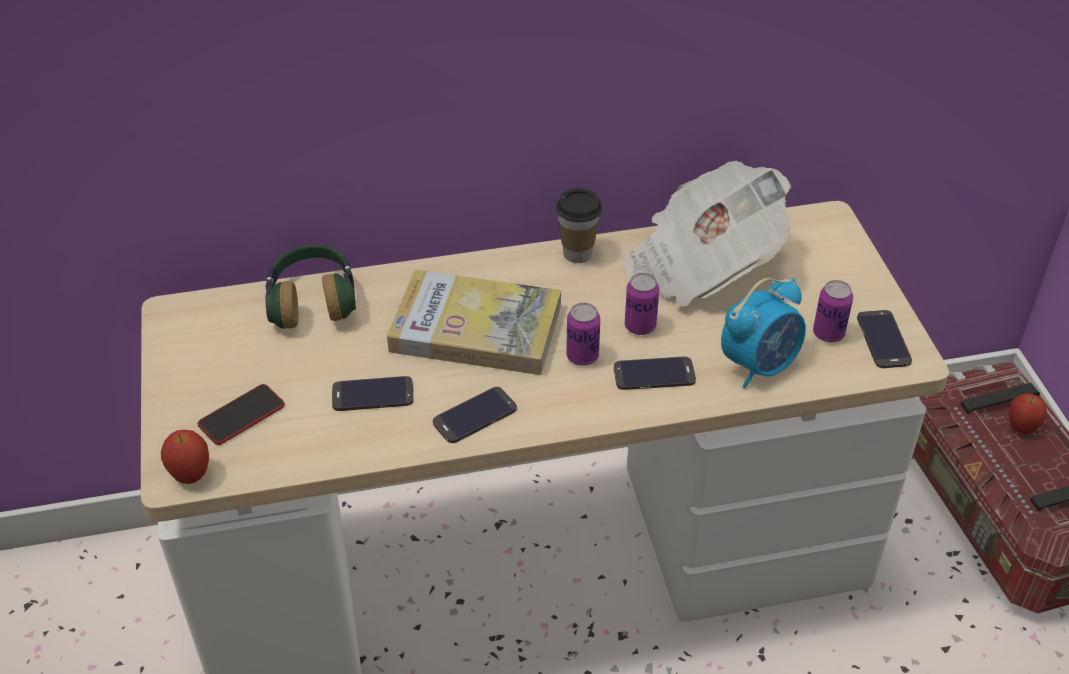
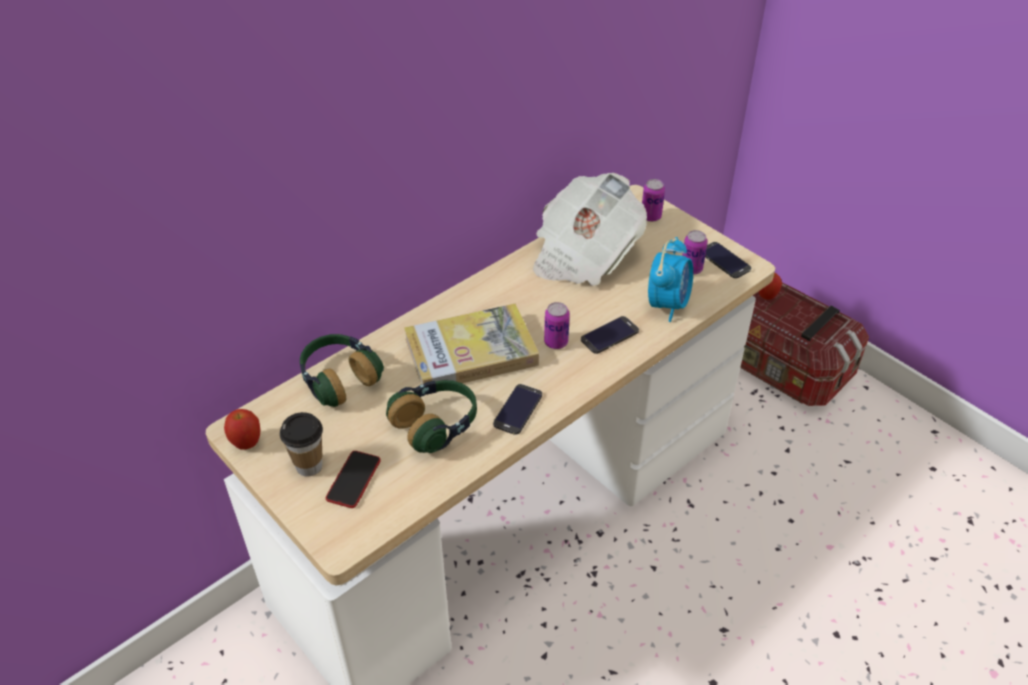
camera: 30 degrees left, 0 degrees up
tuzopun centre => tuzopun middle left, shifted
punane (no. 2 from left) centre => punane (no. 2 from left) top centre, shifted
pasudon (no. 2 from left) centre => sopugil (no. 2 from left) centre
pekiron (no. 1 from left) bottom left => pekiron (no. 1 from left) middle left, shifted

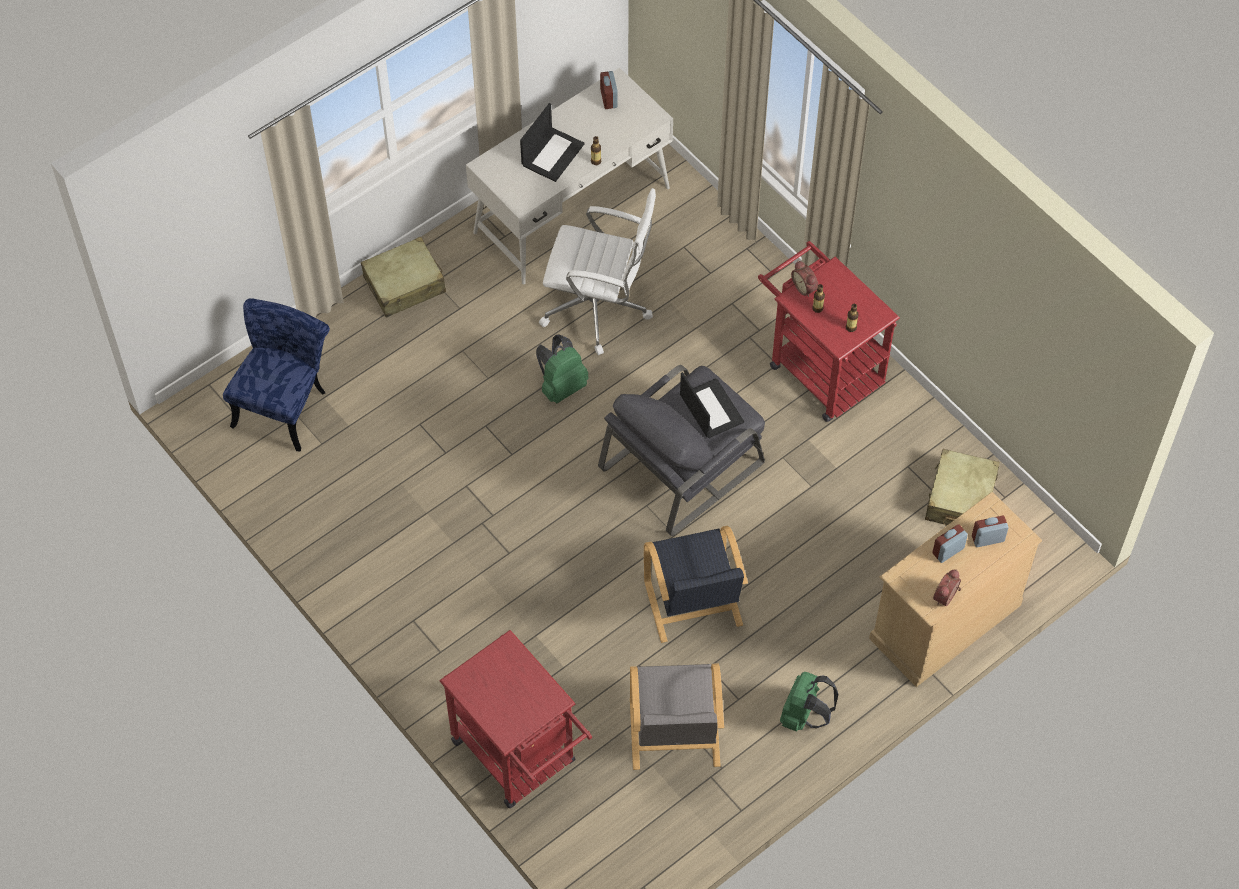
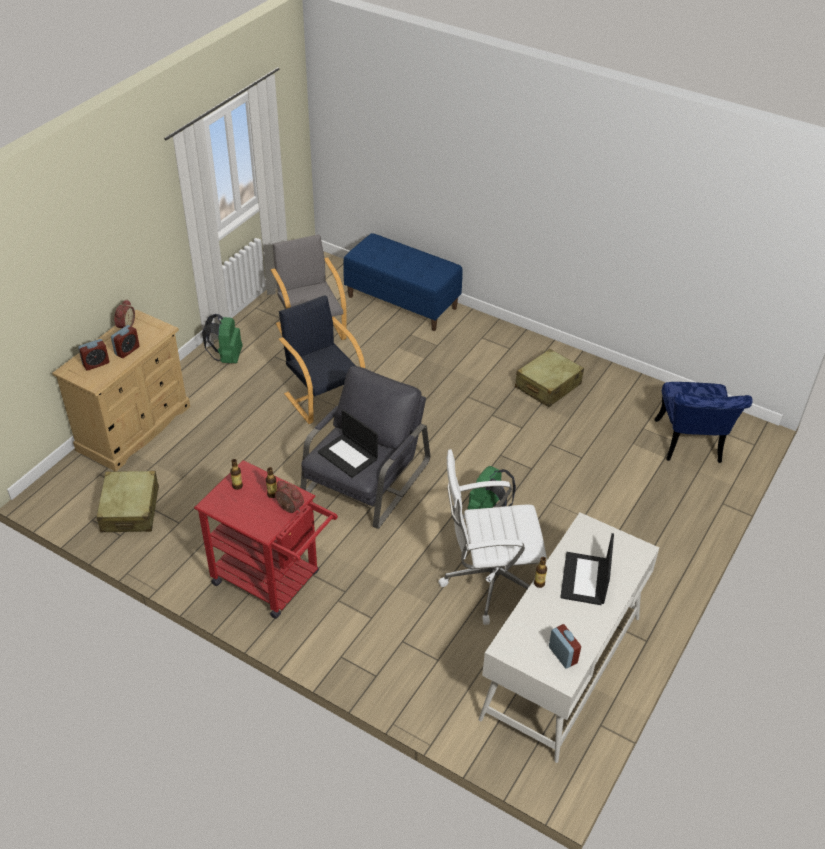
camera: 160 degrees right, 15 degrees down
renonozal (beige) (no. 1 from left in the first image) top left => renonozal (beige) (no. 2 from left) centre, shifted
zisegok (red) (no. 1 from left) bottom centre => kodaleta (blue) top centre

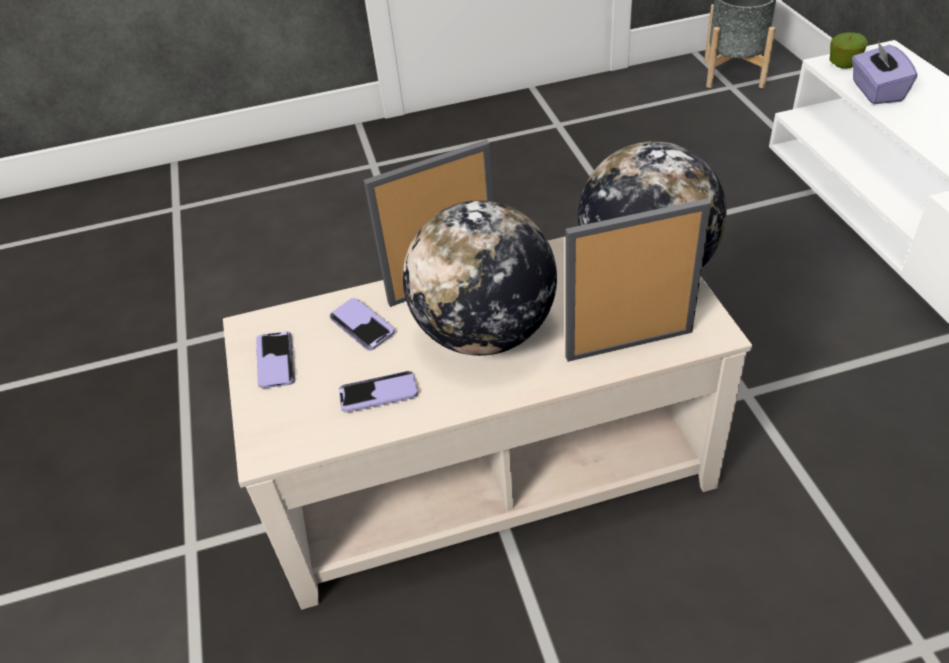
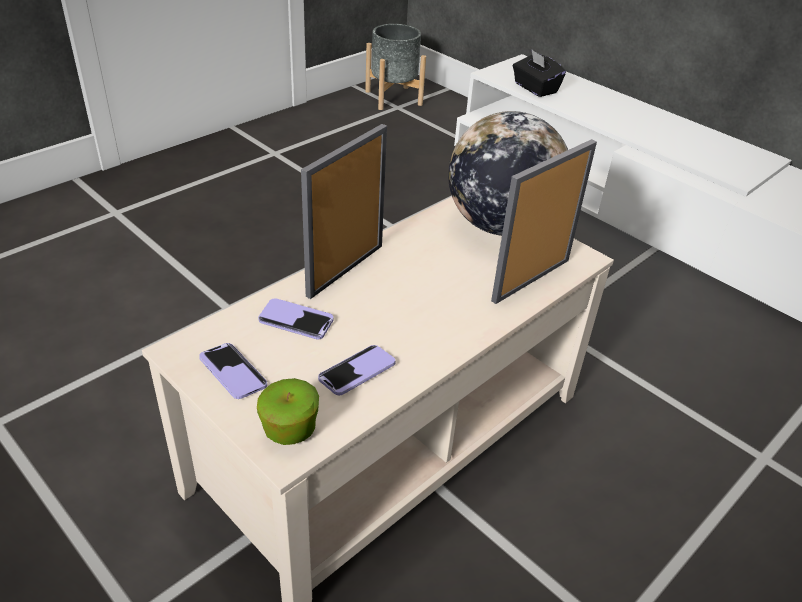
camera: 35 degrees left, 5 degrees down
pekiron top right => pekiron bottom centre, shifted
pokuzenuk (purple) top right => pokuzenuk (black) top right
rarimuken (no. 1 from left) centre => nothing

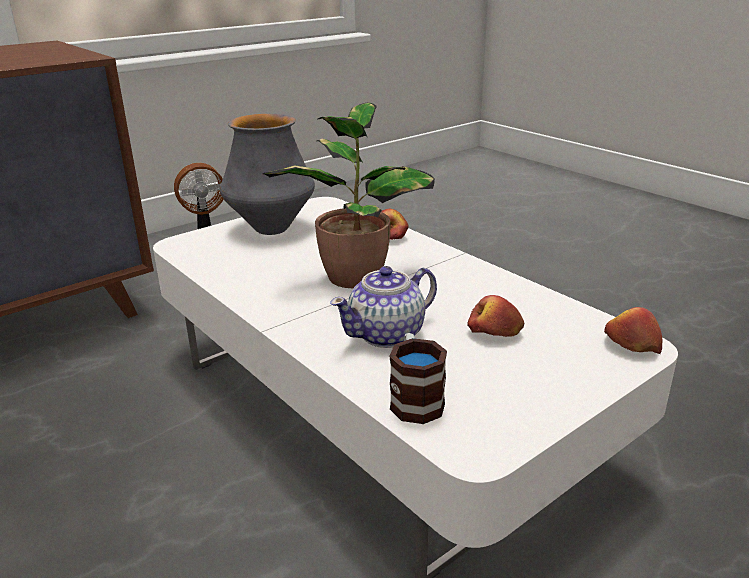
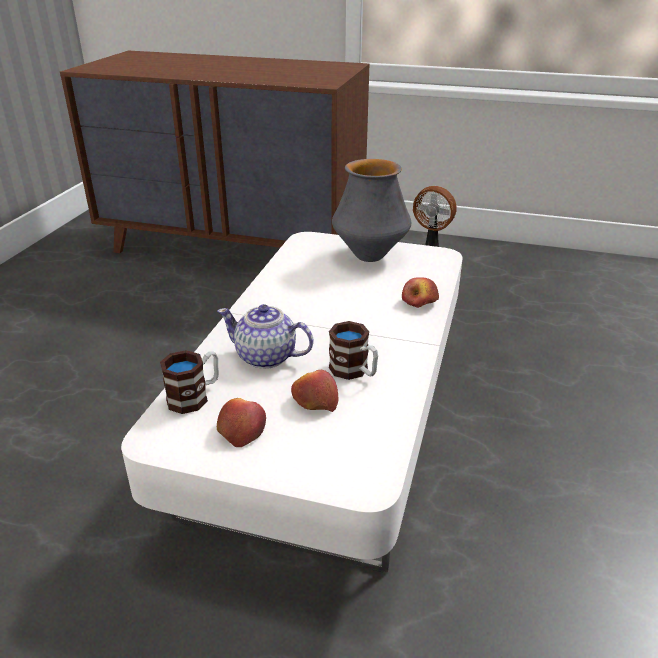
camera: 55 degrees right, 5 degrees up
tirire centre => nothing
pekiron (no. 3 from left in the first image) middle right => pekiron (no. 1 from left) centre, shifted
nothing => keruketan (no. 2 from left) centre

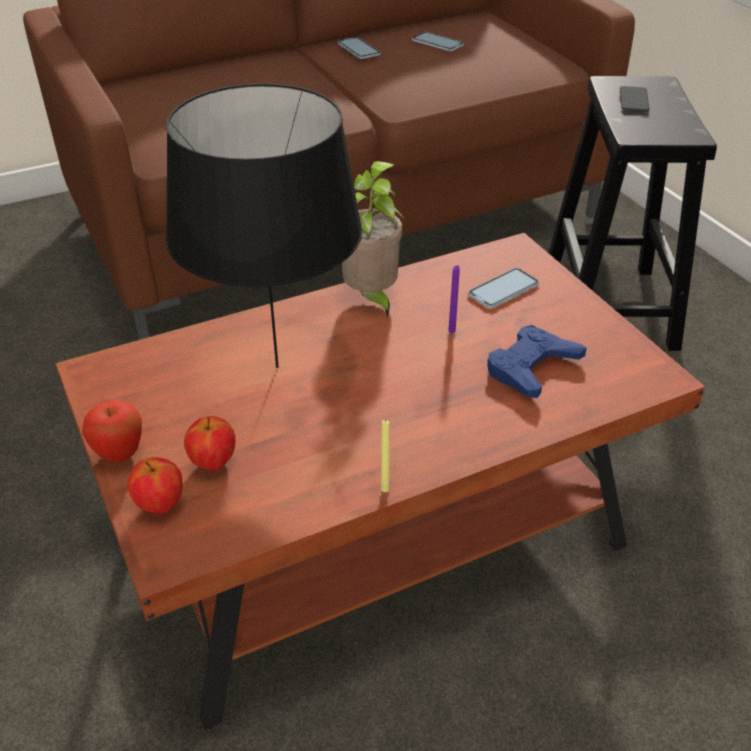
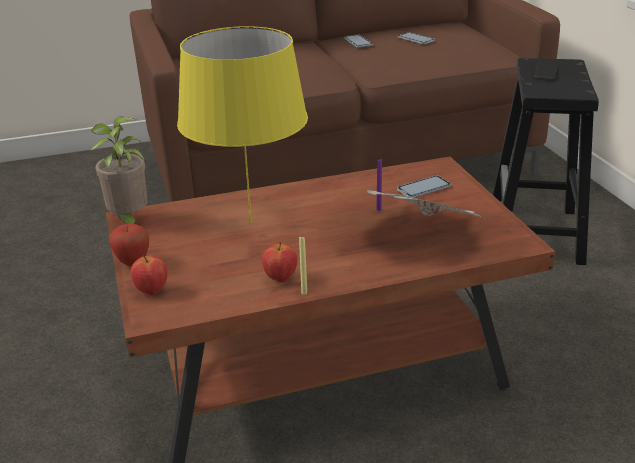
camera: 10 degrees right, 10 degrees down
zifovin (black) top centre => zifovin (yellow) top centre
tirire top centre => tirire middle left, shifted
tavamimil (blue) middle right => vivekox middle right
pekiron (no. 3 from left) middle left => pekiron (no. 3 from left) centre, shifted

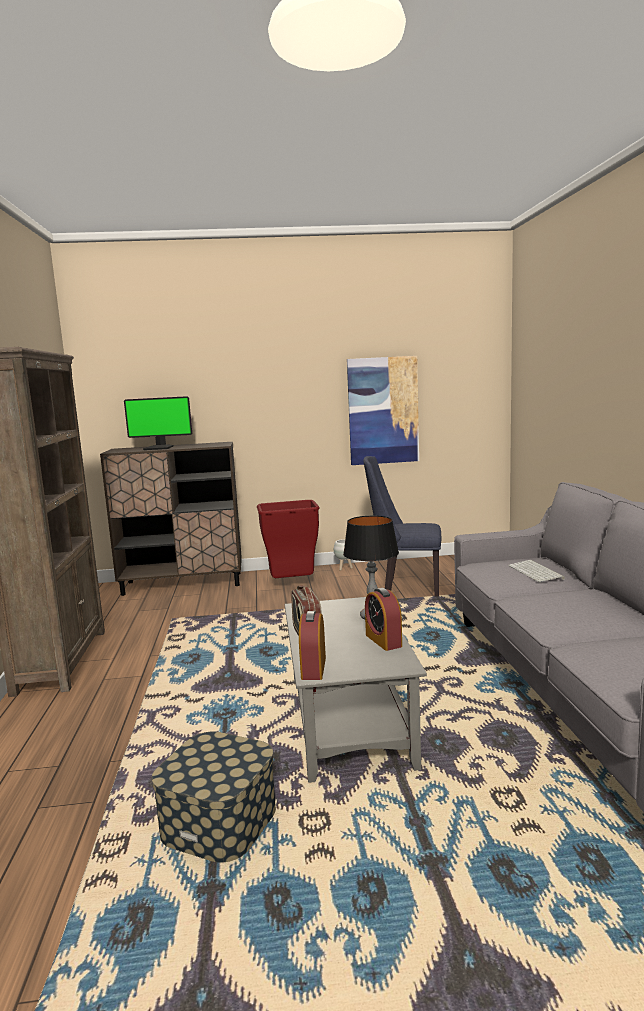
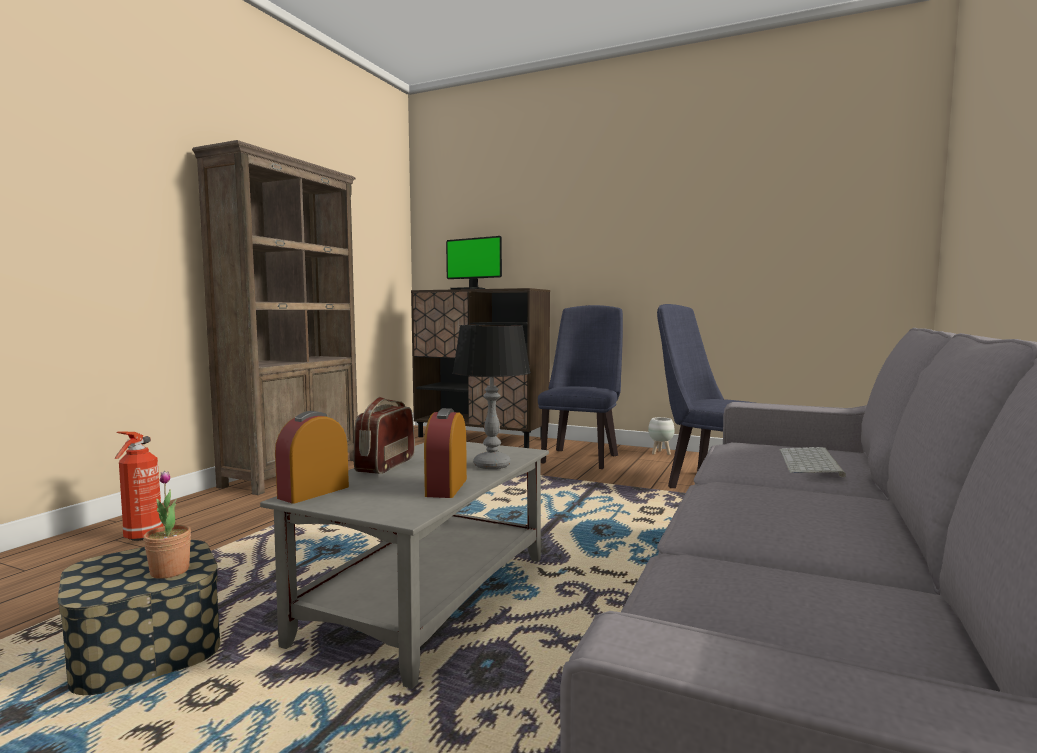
camera: 30 degrees right, 5 degrees down
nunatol centre => nothing
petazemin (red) centre => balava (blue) (no. 1 from left) centre
nothing => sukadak middle left
nothing => tirire bottom left

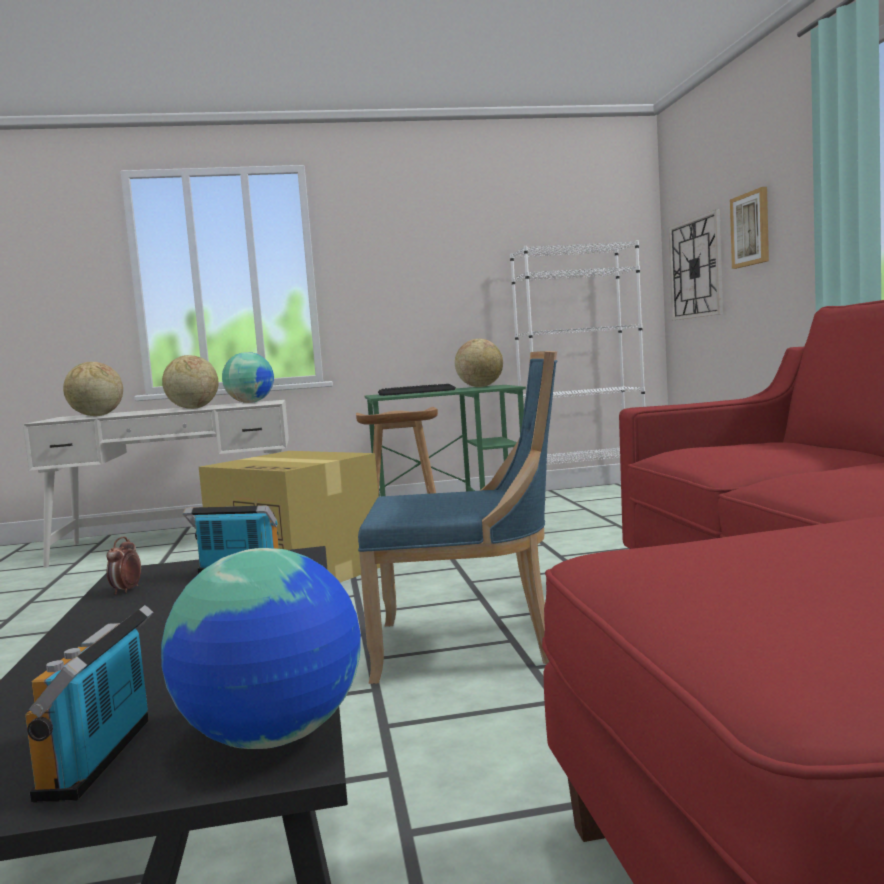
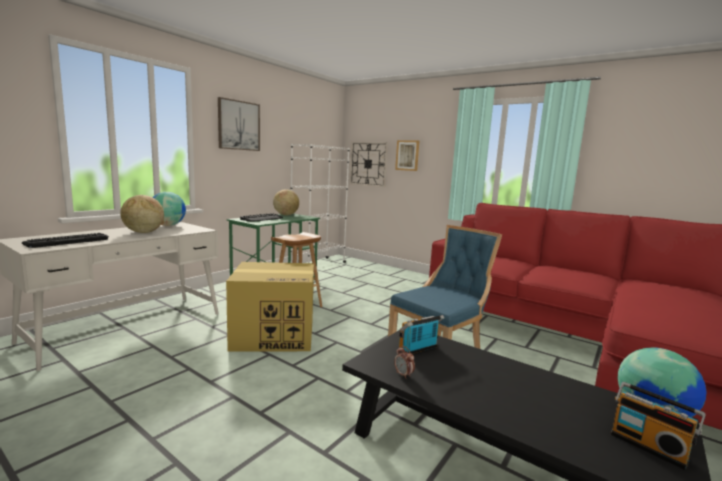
camera: 45 degrees left, 5 degrees up
rarimuken (no. 1 from left) middle left => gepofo (no. 1 from left) middle left
nothing => nunatol (no. 1 from left) top left

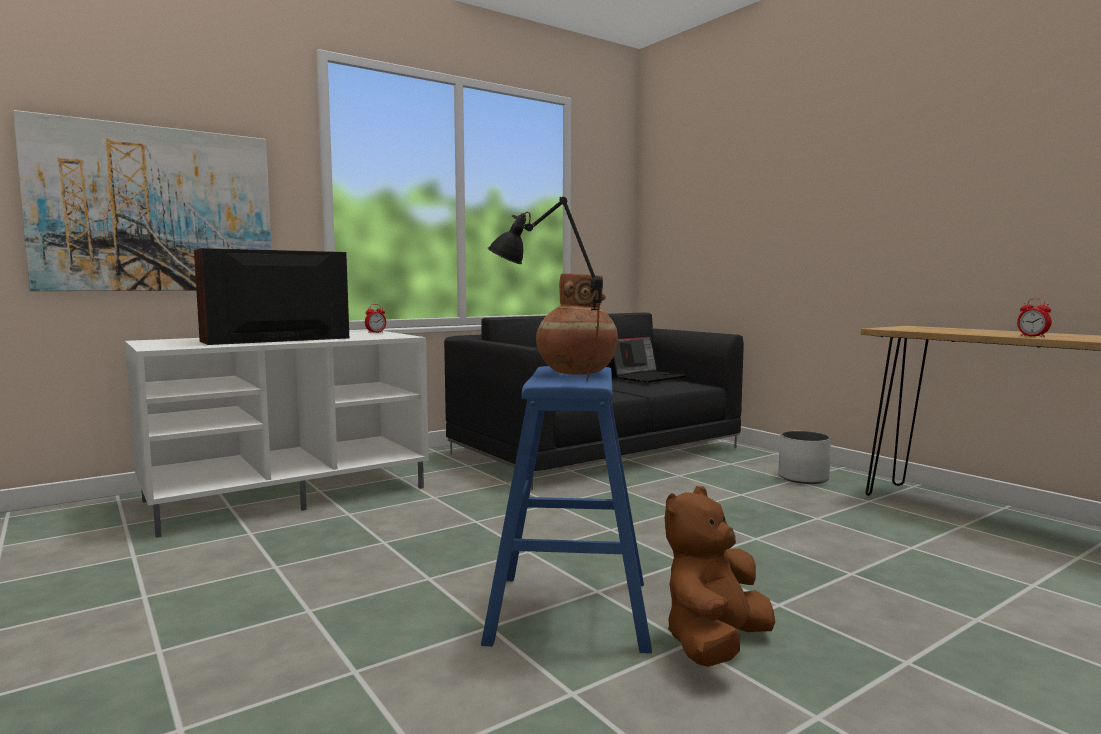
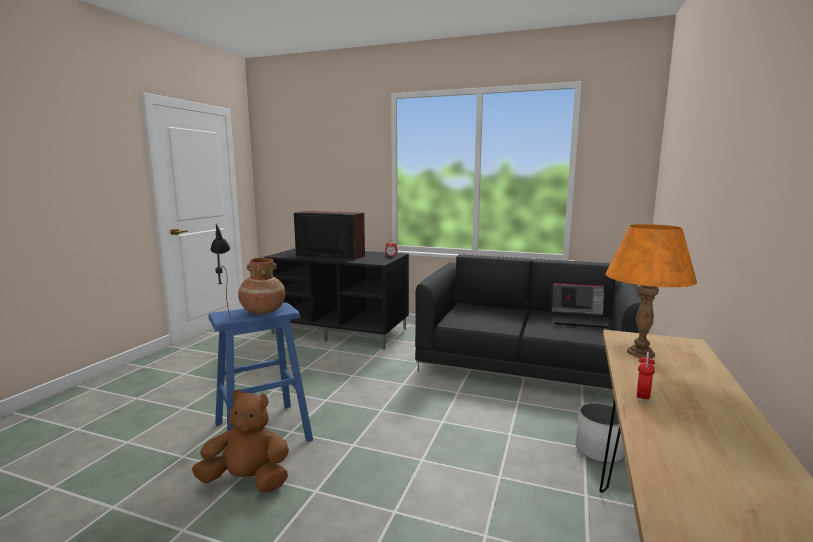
camera: 55 degrees right, 5 degrees up
nunatol top left => nothing
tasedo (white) middle left => tasedo (black) centre
nothing => zifovin (orange) middle right

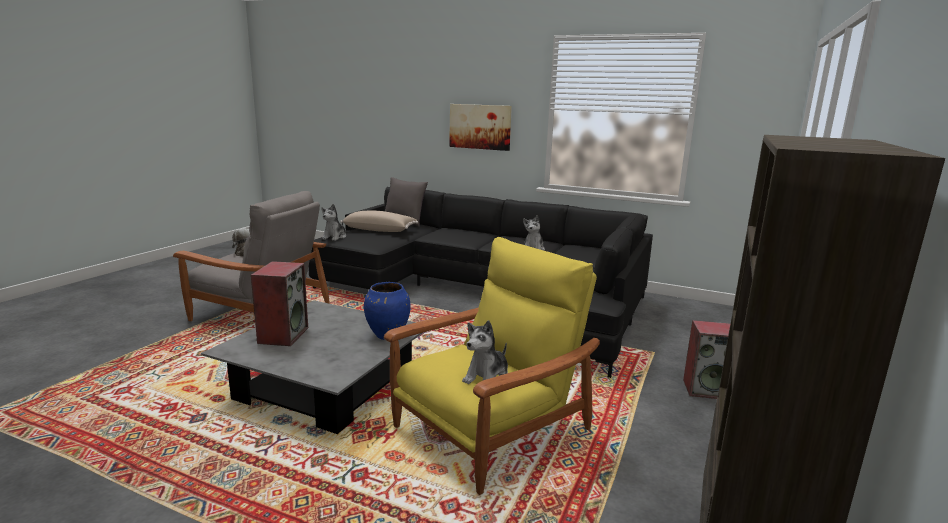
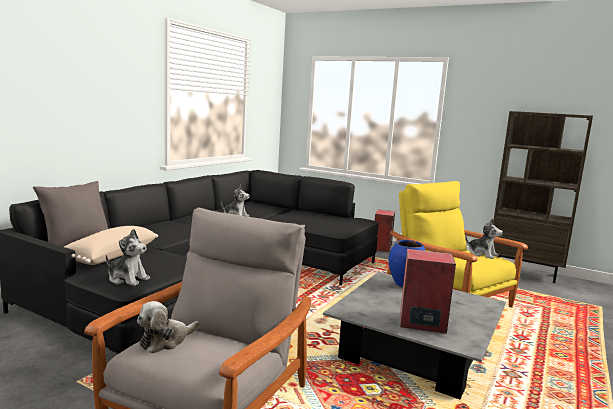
camera: 85 degrees left, 5 degrees down
nunatol top centre => nothing

